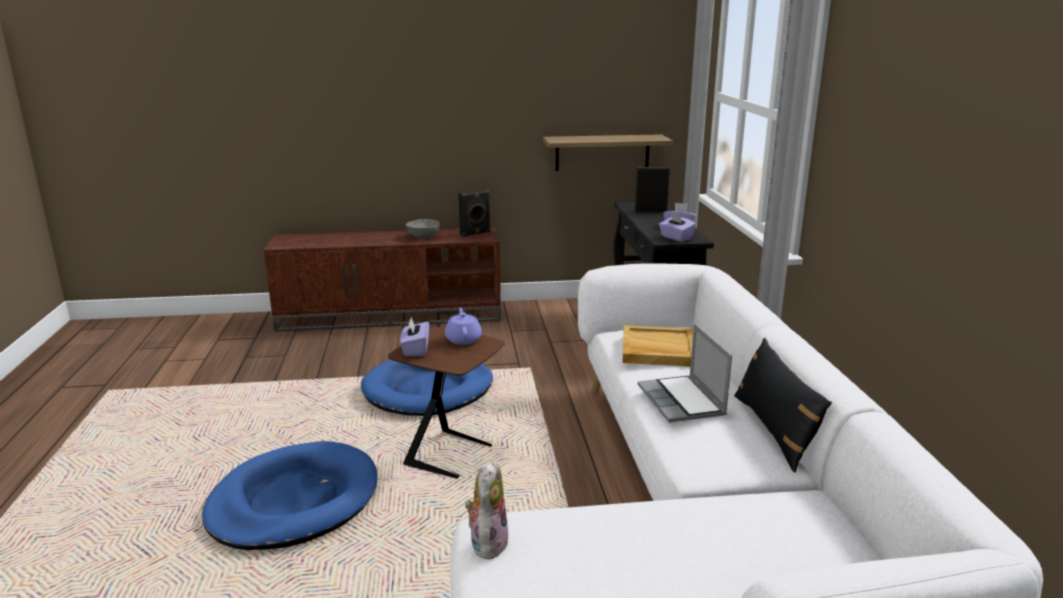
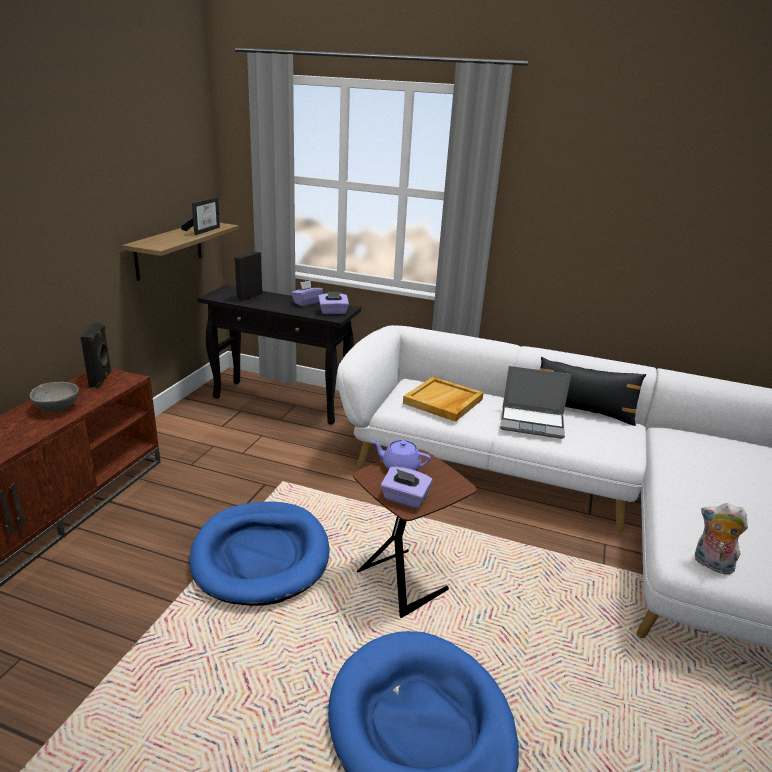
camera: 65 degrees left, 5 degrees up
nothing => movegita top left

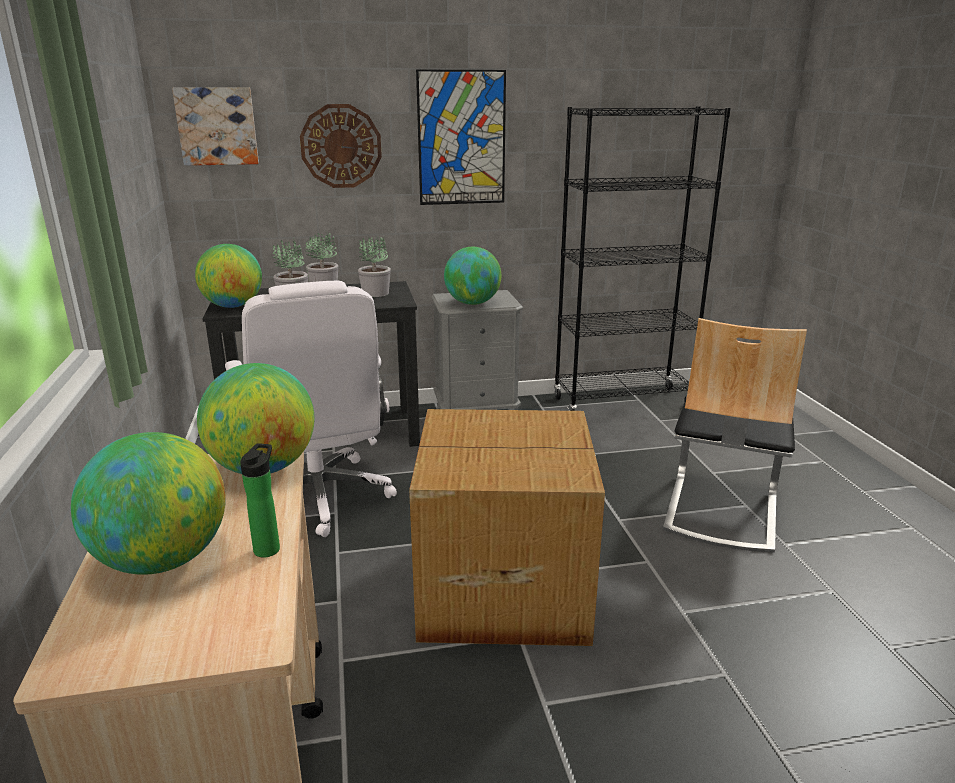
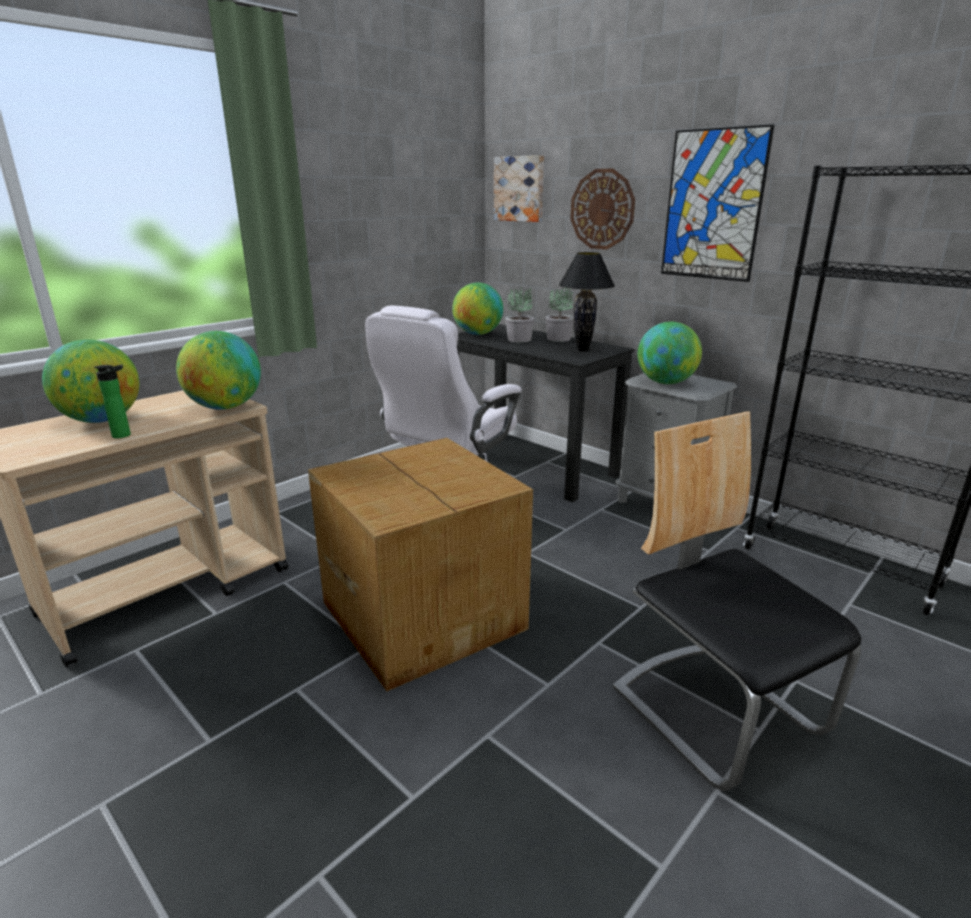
camera: 55 degrees right, 0 degrees up
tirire (no. 3 from left) centre => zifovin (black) top centre
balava middle right, 75 degrees clockwise

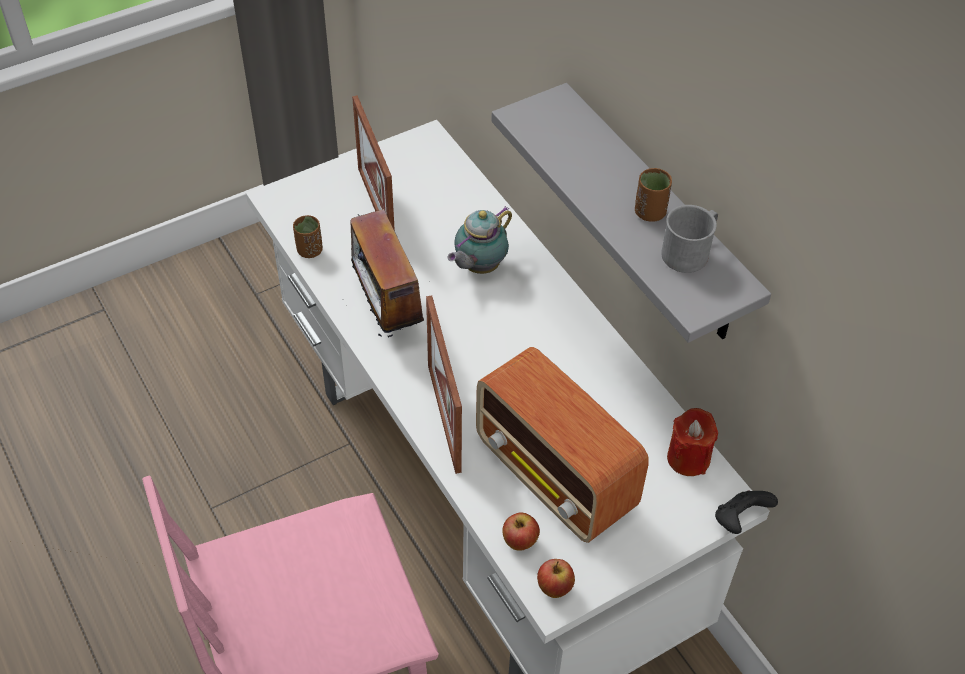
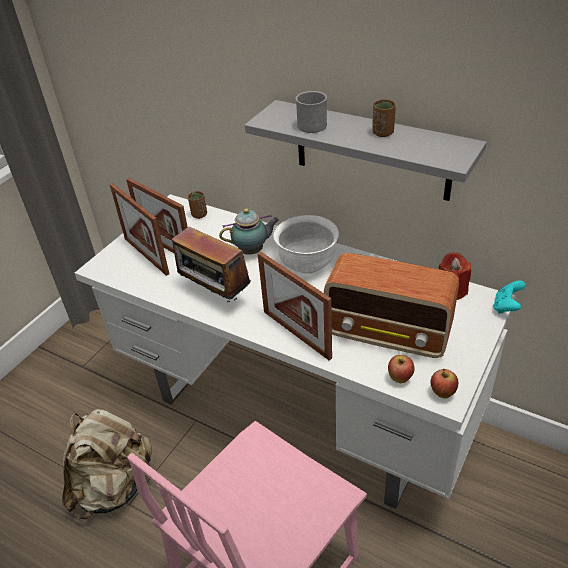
camera: 25 degrees left, 10 degrees down
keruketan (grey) middle right => keruketan (grey) top centre, shifted
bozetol centre, 120 degrees counterclockwise
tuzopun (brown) (no. 1 from left) middle left => tuzopun (brown) (no. 1 from left) centre, shifted
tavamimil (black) bottom right => tavamimil (turquoise) middle right
nothing => movegita (no. 1 from left) middle left
nothing => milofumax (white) centre
nothing => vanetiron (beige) bottom left

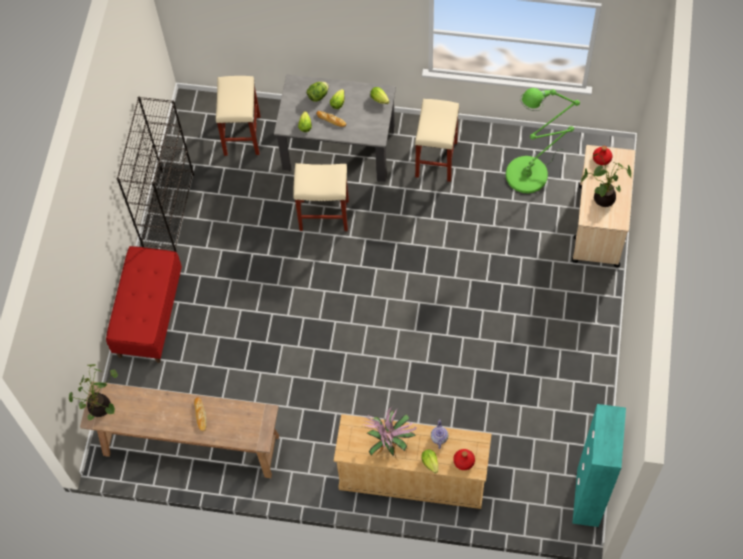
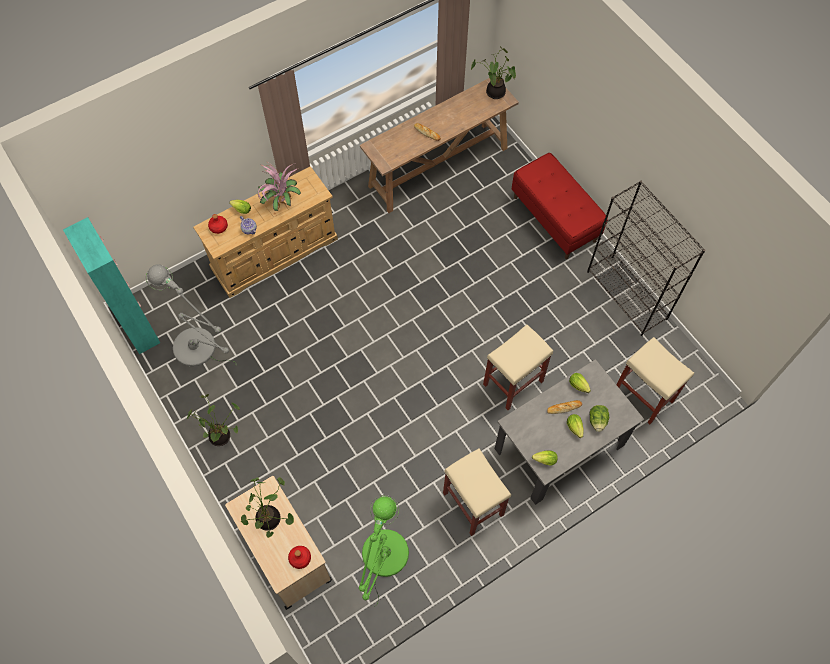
camera: 135 degrees right, 0 degrees up
nothing => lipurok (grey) middle left
nothing => tirire (no. 1 from left) middle left

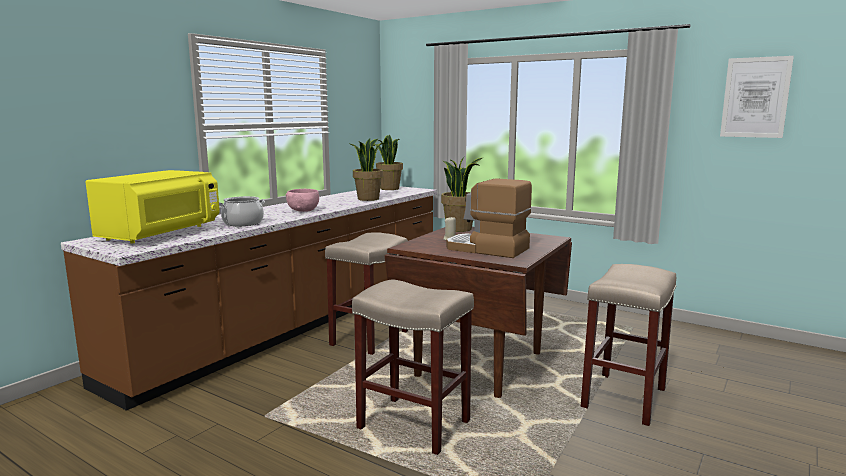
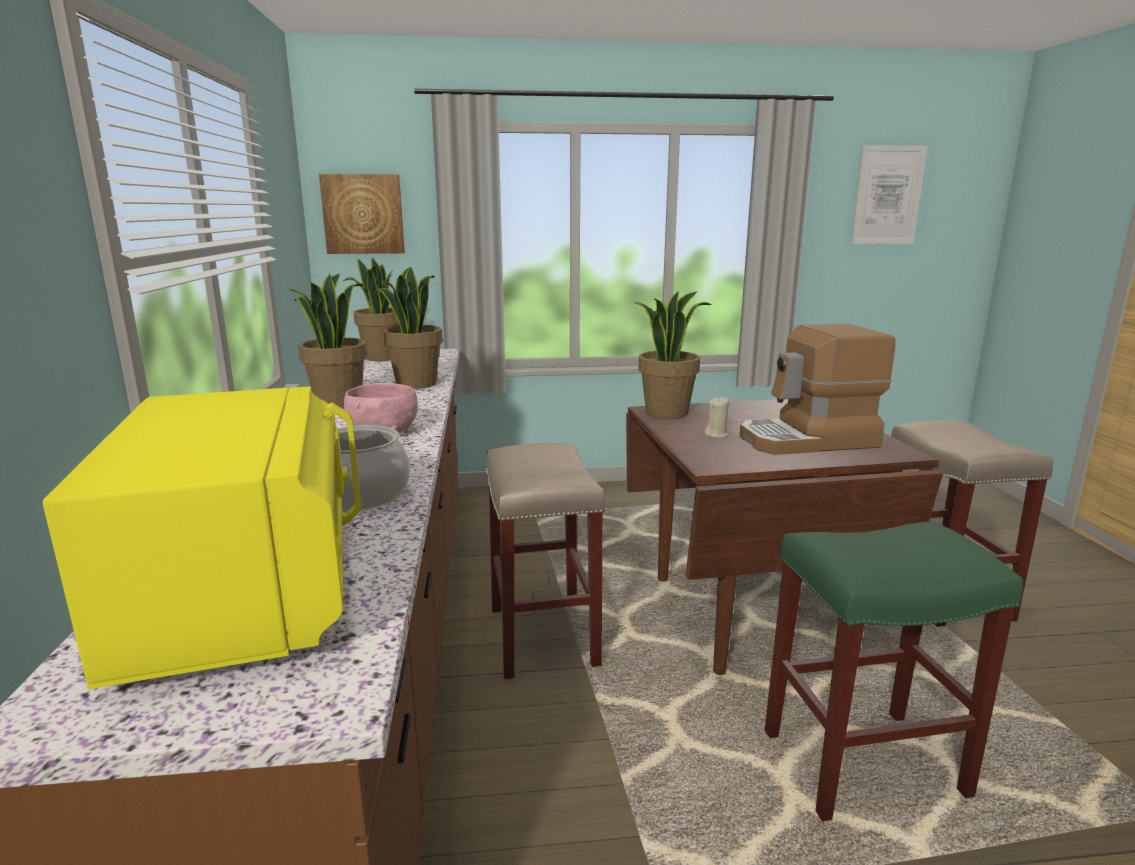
camera: 40 degrees left, 5 degrees up
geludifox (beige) (no. 2 from left) bottom centre => geludifox (green) bottom right
nothing => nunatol (no. 1 from left) top left
nothing => tirire (no. 1 from left) middle left

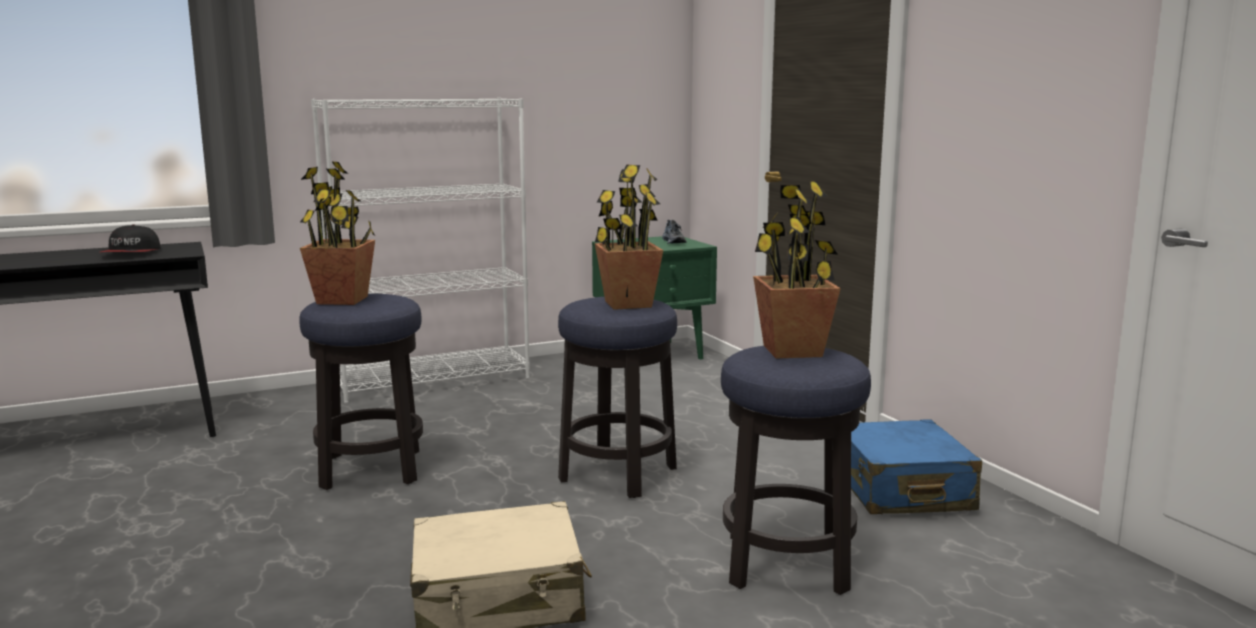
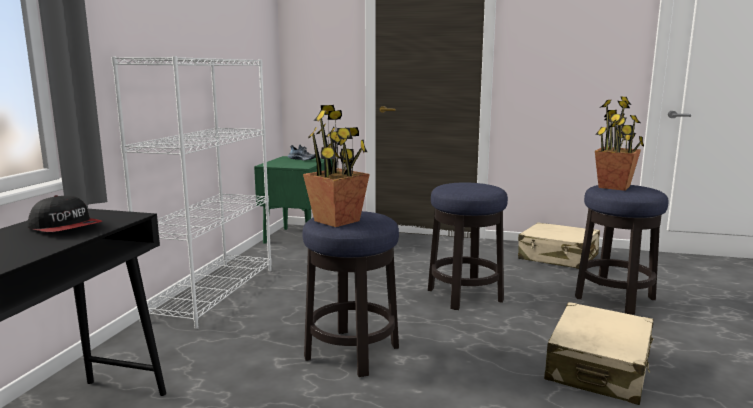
camera: 50 degrees left, 0 degrees up
tirire (no. 2 from left) centre => nothing
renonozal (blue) bottom right => renonozal (beige) (no. 1 from left) middle right

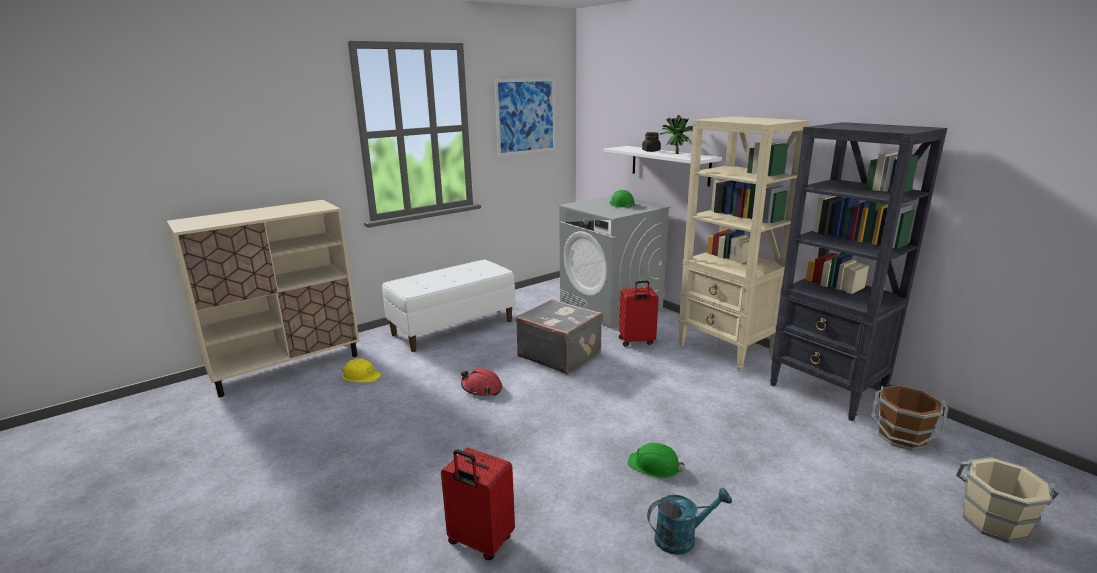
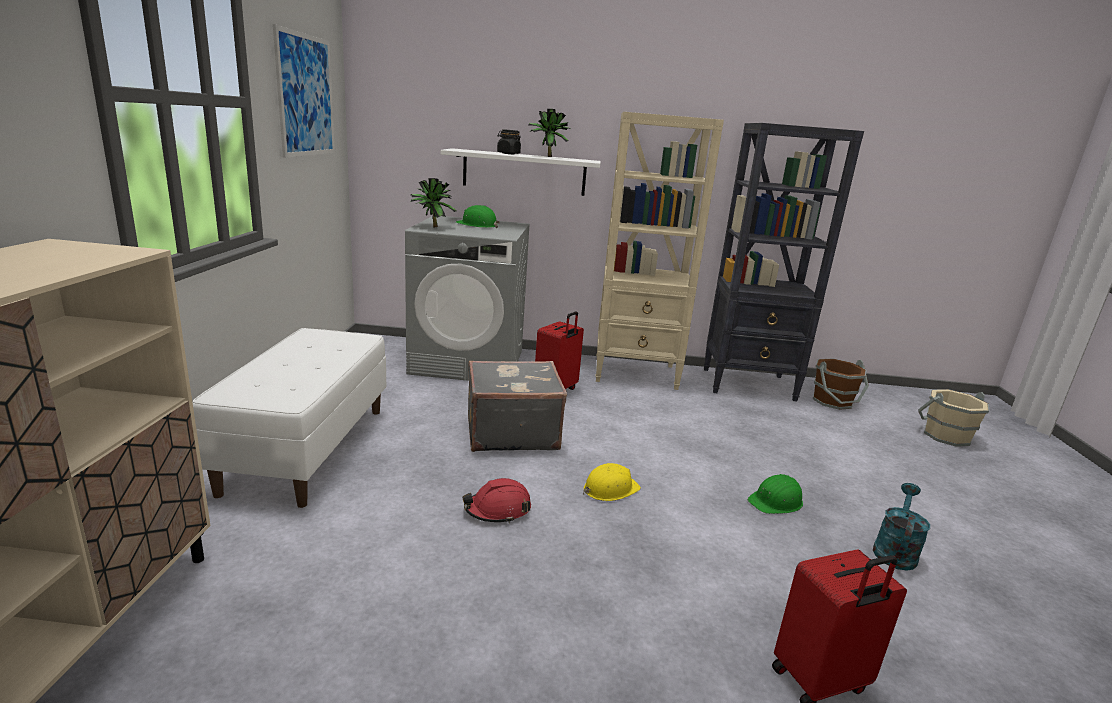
camera: 50 degrees left, 0 degrees up
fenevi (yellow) middle left => fenevi (yellow) bottom centre, shifted
nothing => tirire (no. 1 from left) top centre

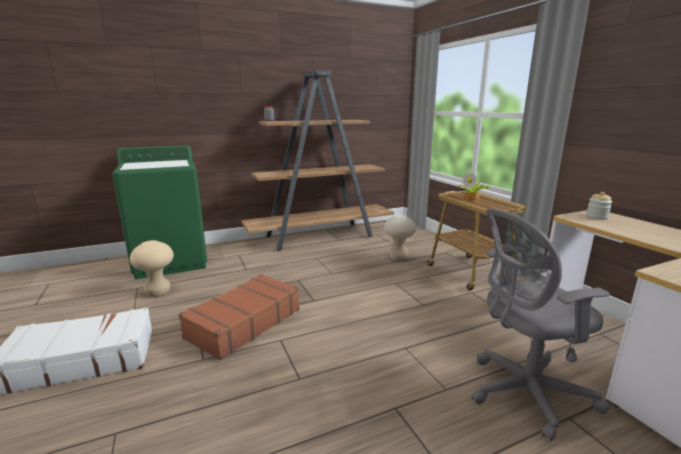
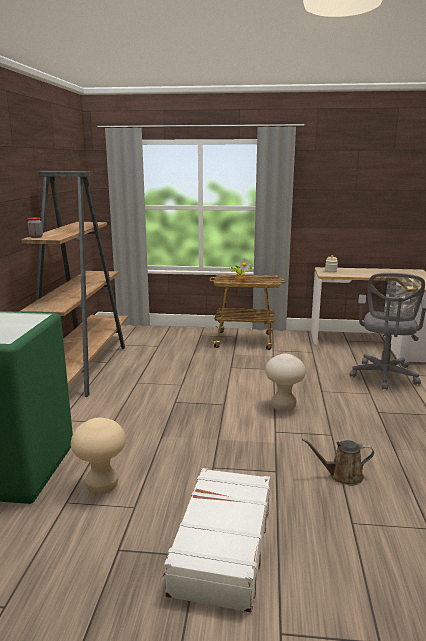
camera: 60 degrees left, 0 degrees up
geludifox (beige) (no. 2 from left) centre => geludifox (beige) (no. 2 from left) middle right, shifted
renonozal (brown) bottom centre => nothing
nothing => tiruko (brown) bottom right

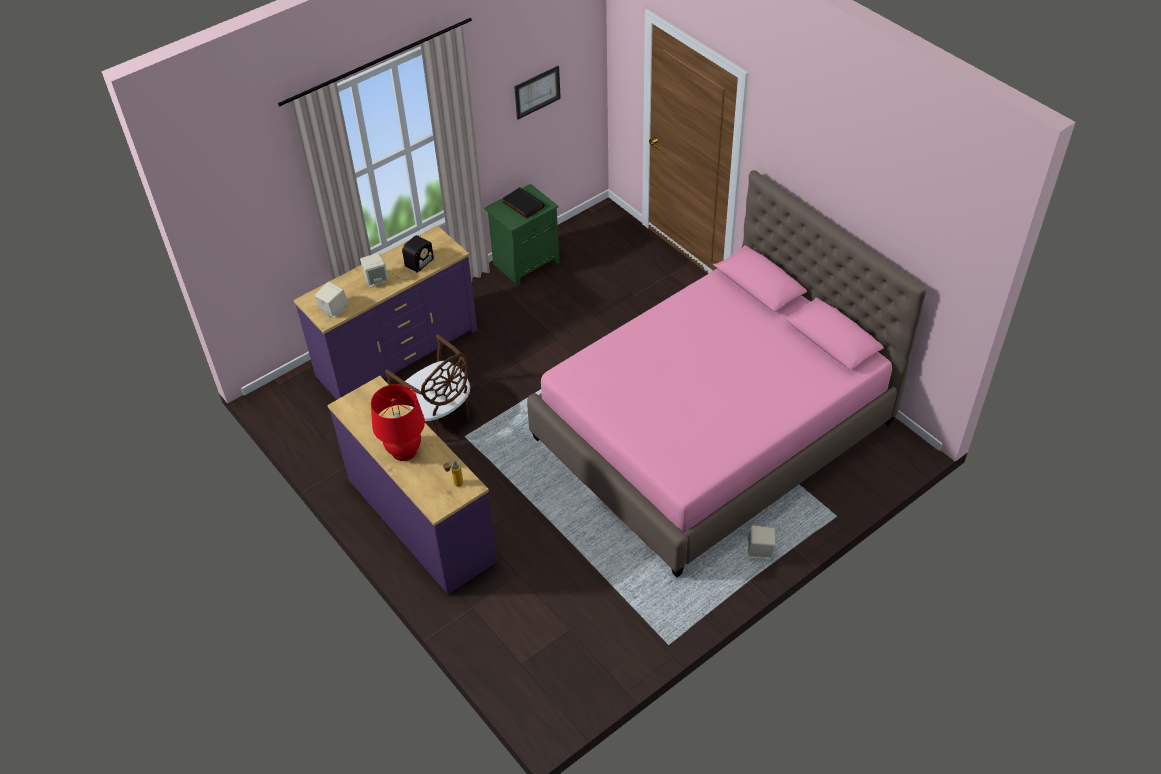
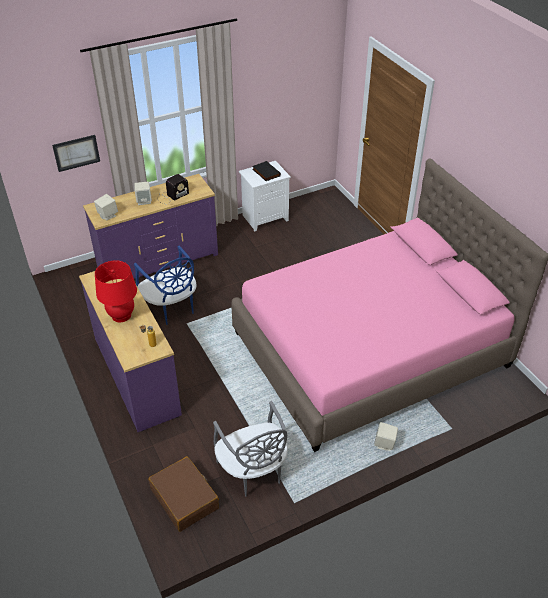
camera: 10 degrees right, 5 degrees down
nunatol top centre => nunatol top left, shifted
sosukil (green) top centre => sosukil (white) top centre
balava (brown) centre => balava (blue) middle left
nothing => balava (grey) bottom centre
nothing => renonozal (brown) bottom centre

